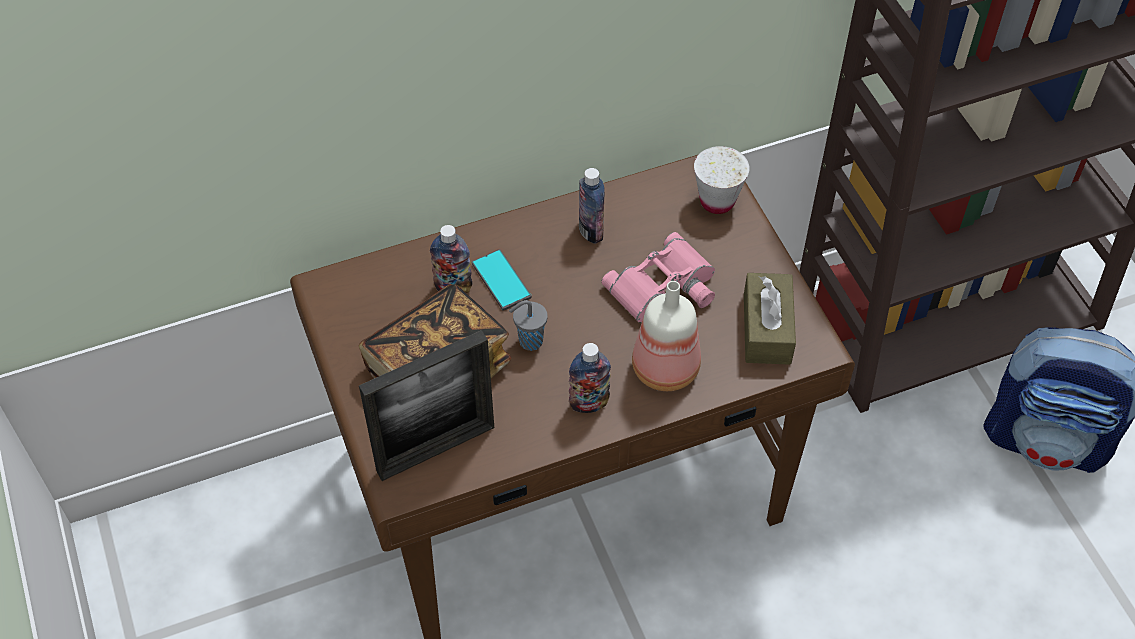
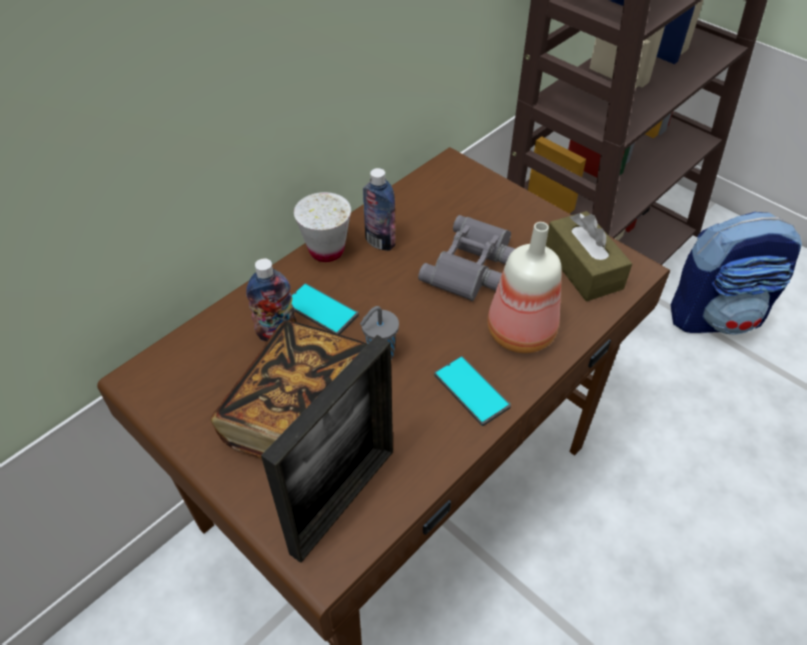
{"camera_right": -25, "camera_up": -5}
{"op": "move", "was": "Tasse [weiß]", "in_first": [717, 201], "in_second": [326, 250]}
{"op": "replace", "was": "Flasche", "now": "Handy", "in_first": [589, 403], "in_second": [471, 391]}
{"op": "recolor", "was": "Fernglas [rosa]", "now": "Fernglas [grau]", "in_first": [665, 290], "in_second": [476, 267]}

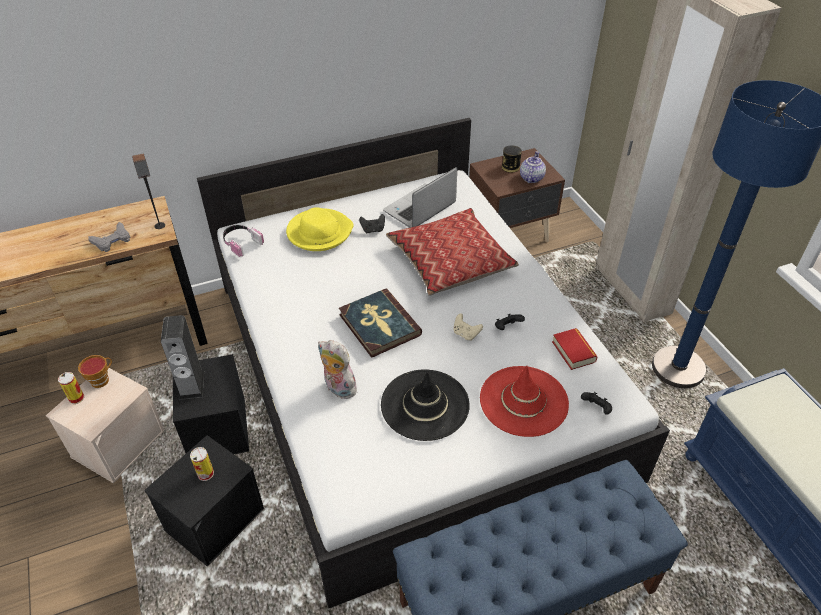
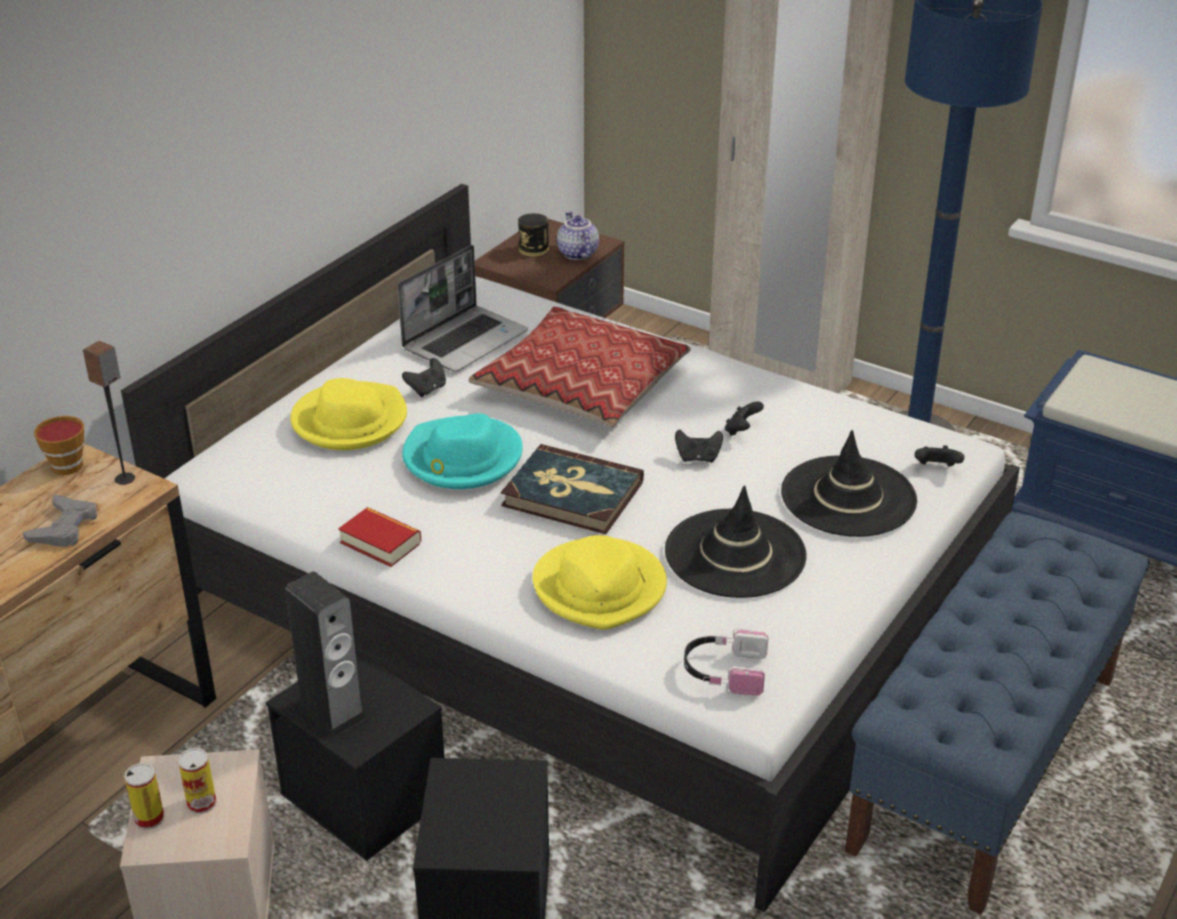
{"camera_right": -35, "camera_up": -10}
{"op": "insert", "now": "Hut [türkis]", "in_second": [461, 458]}
{"op": "move", "was": "Tasse", "in_first": [102, 379], "in_second": [68, 463]}
{"op": "move", "was": "Dose", "in_first": [205, 474], "in_second": [201, 803]}
{"op": "move", "was": "Kopfhörer", "in_first": [241, 243], "in_second": [724, 671]}
{"op": "move", "was": "Buch", "in_first": [573, 352], "in_second": [380, 543]}
{"op": "replace", "was": "Plüschtier", "now": "Hut [gelb]", "in_first": [338, 388], "in_second": [600, 588]}
{"op": "recolor", "was": "Gamepad [beige]", "now": "Gamepad [schwarz]", "in_first": [466, 334], "in_second": [698, 458]}
{"op": "recolor", "was": "Hut [rot]", "now": "Hut [schwarz]", "in_first": [523, 401], "in_second": [848, 497]}
{"op": "rotate", "was": "Laptop", "in_first": [419, 209], "in_second": [465, 340], "clockwise": -150}

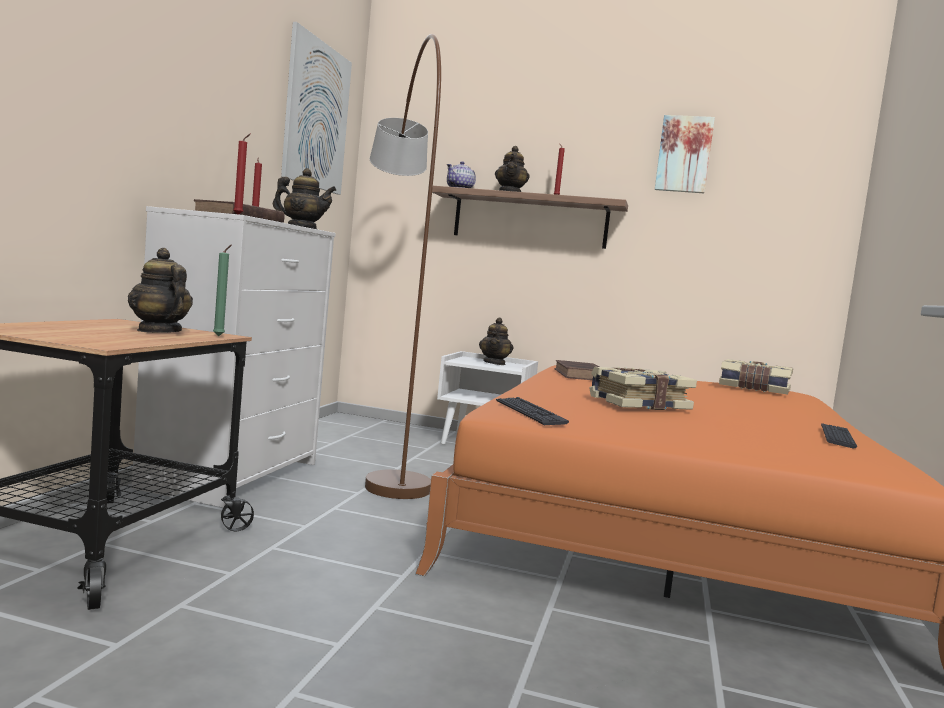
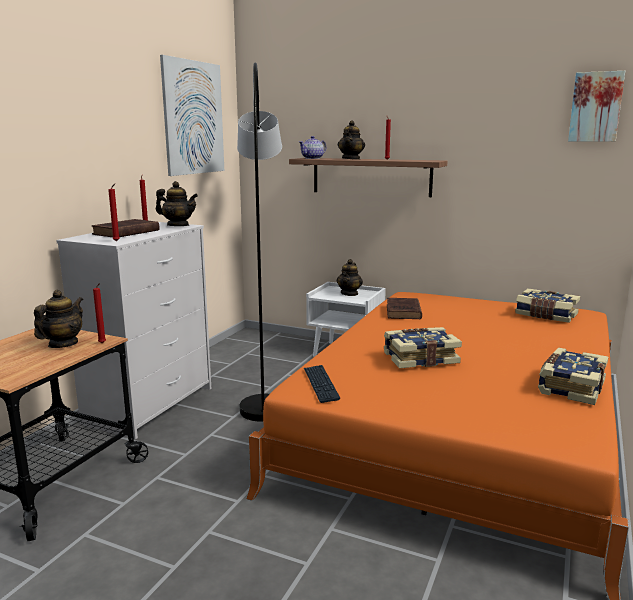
{"camera_right": 10, "camera_up": 10}
{"op": "move", "was": "Bild", "in_first": [684, 154], "in_second": [595, 107]}
{"op": "replace", "was": "Tastatur", "now": "Buch", "in_first": [837, 437], "in_second": [570, 387]}
{"op": "recolor", "was": "Kerze [grün]", "now": "Kerze [rot]", "in_first": [219, 336], "in_second": [103, 343]}
{"op": "recolor", "was": "Stehlampe [braun]", "now": "Stehlampe [grau]", "in_first": [382, 455], "in_second": [264, 374]}
{"op": "rotate", "was": "Teekanne", "in_first": [158, 331], "in_second": [63, 344], "clockwise": 60}

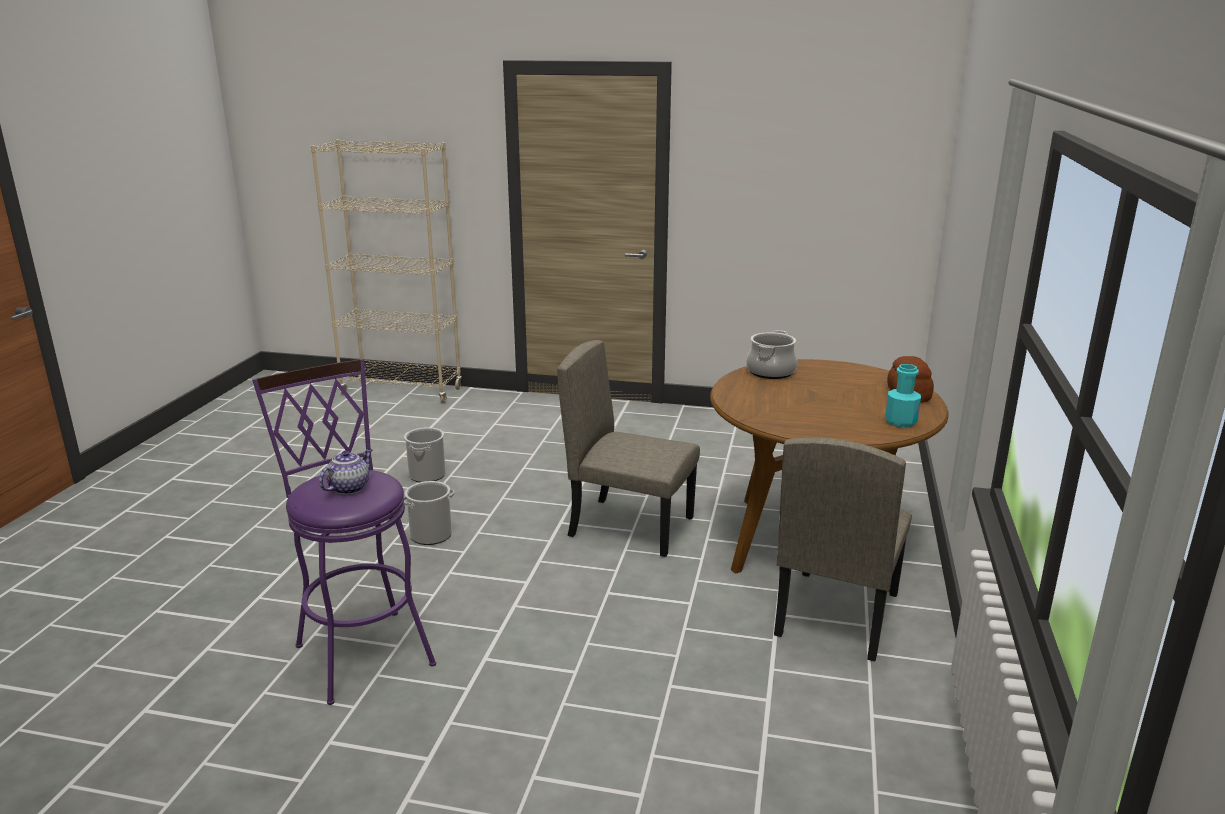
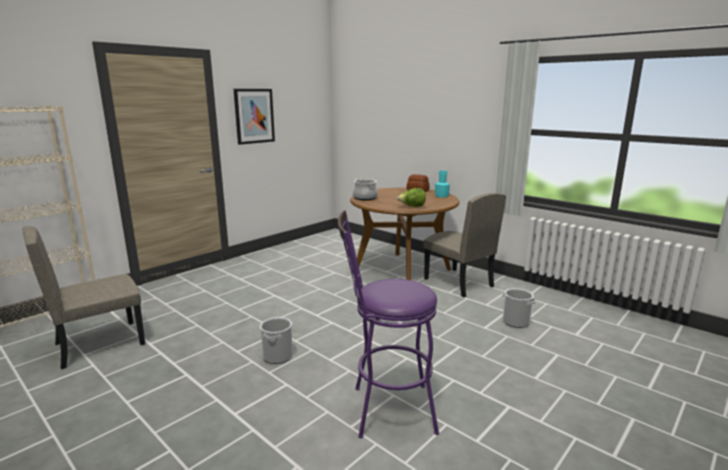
{"camera_right": -60, "camera_up": -5}
{"op": "delete", "was": "Teekanne", "in_first": [349, 487]}
{"op": "insert", "now": "Bild", "in_second": [254, 116]}
{"op": "insert", "now": "Salatkopf", "in_second": [412, 207]}
{"op": "move", "was": "Eimer", "in_first": [427, 475], "in_second": [516, 322]}
{"op": "move", "was": "Stuhl [beige]", "in_first": [631, 526], "in_second": [100, 343]}

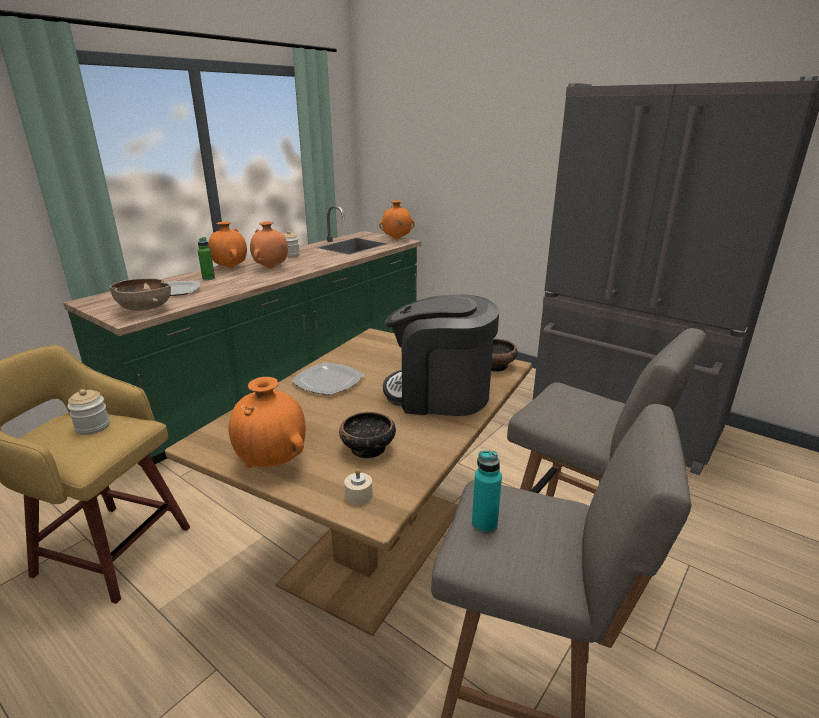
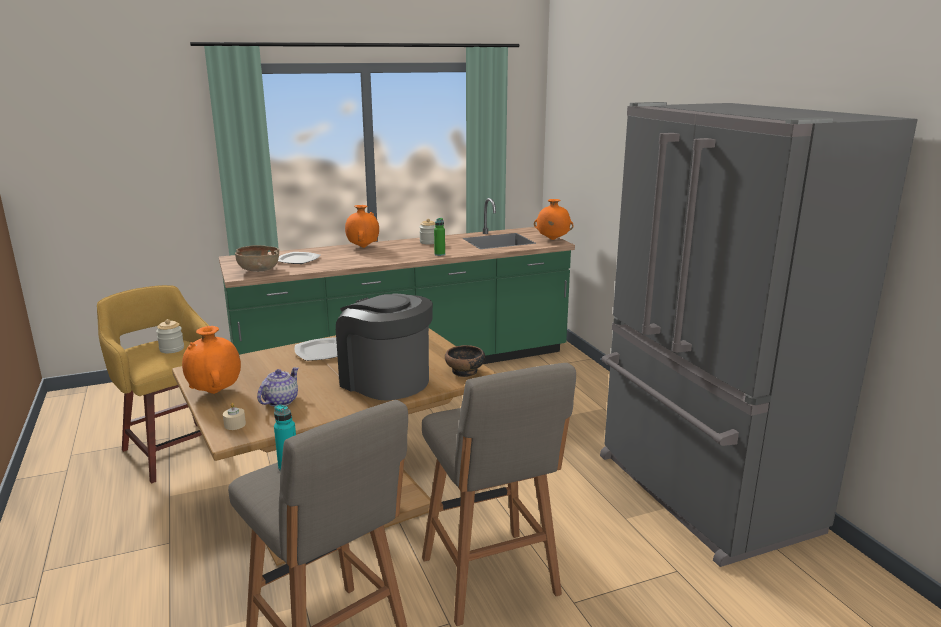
{"camera_right": 30, "camera_up": -5}
{"op": "delete", "was": "Vase [orange]", "in_first": [271, 268]}
{"op": "move", "was": "Flasche [grün]", "in_first": [208, 278], "in_second": [439, 254]}
{"op": "replace", "was": "Schüssel", "now": "Teekanne", "in_first": [367, 449], "in_second": [280, 401]}

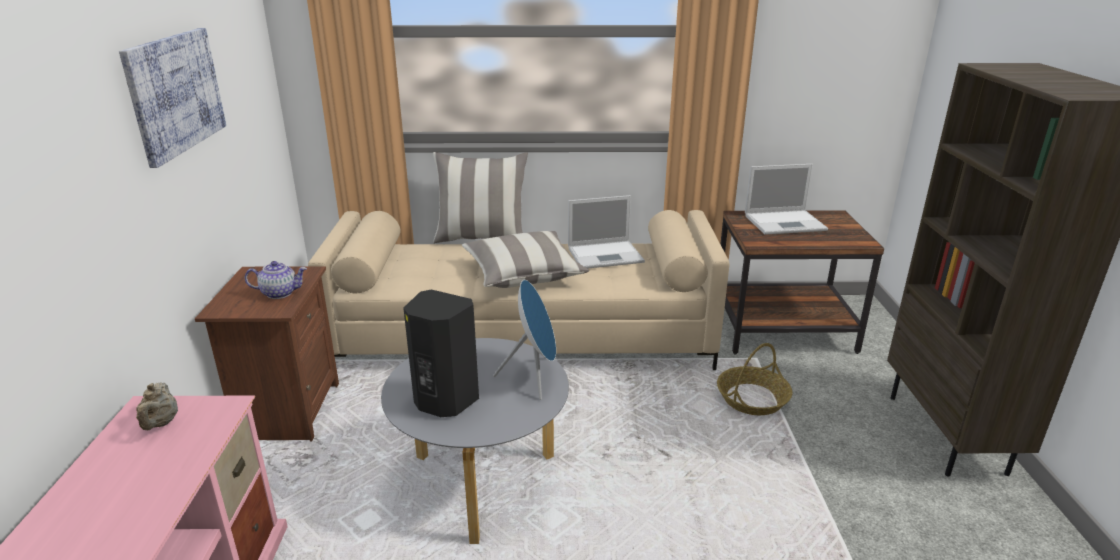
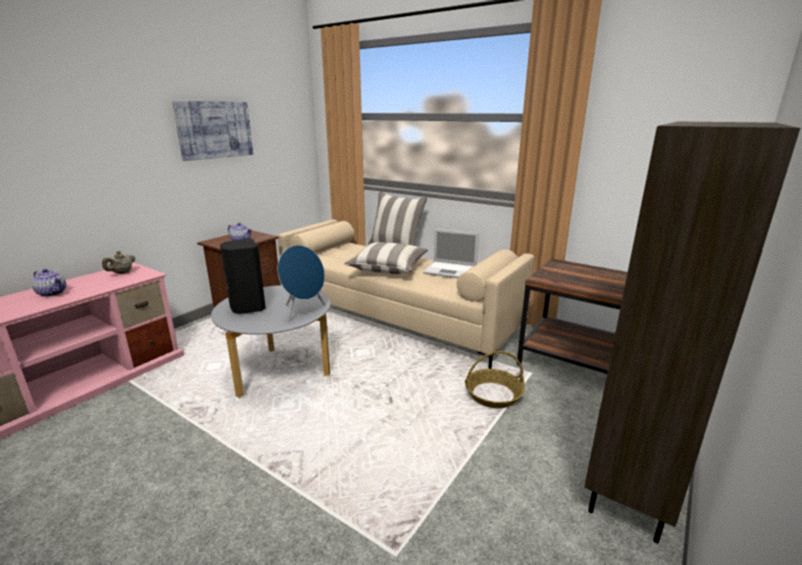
{"camera_right": 35, "camera_up": -5}
{"op": "delete", "was": "Laptop", "in_first": [786, 222]}
{"op": "insert", "now": "Teekanne", "in_second": [53, 293]}

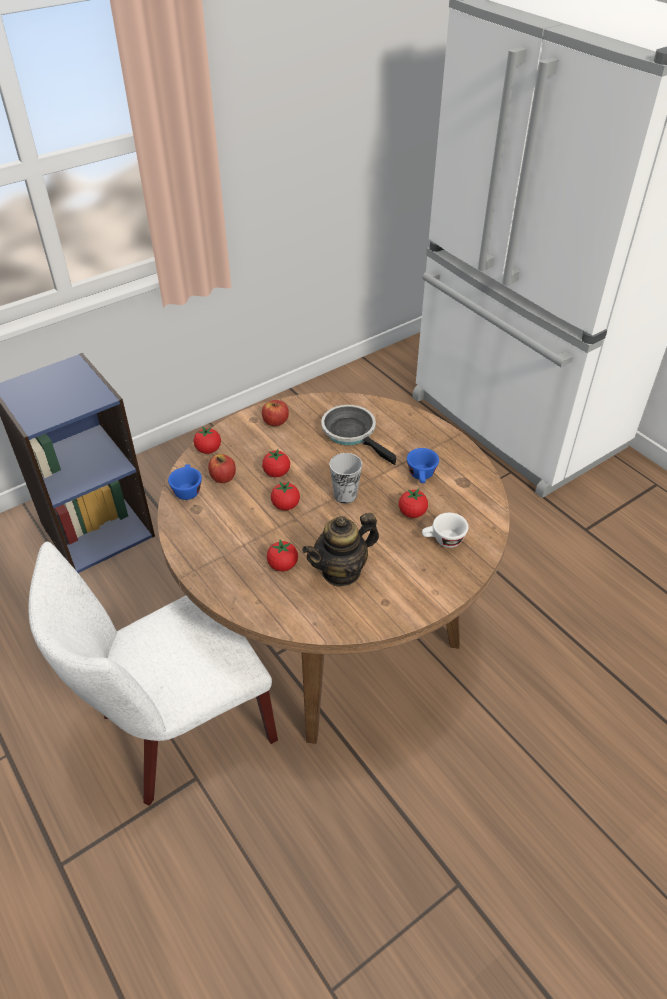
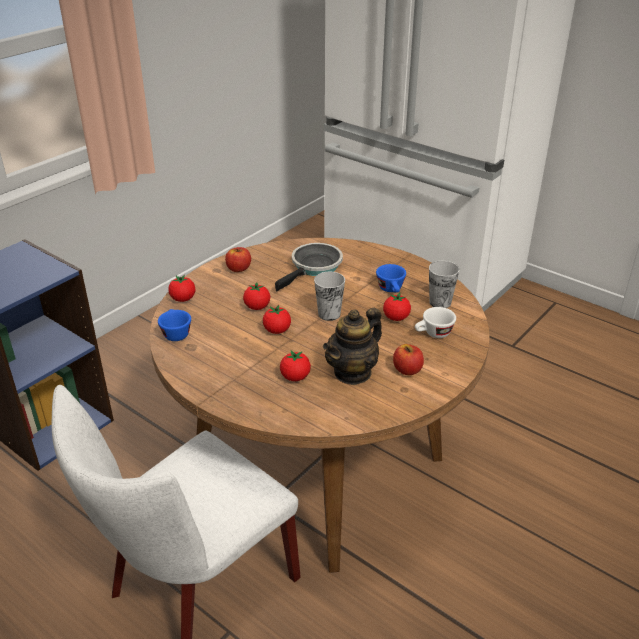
{"camera_right": -15, "camera_up": -10}
{"op": "insert", "now": "Tasse", "in_second": [440, 302]}
{"op": "move", "was": "Apfel", "in_first": [223, 477], "in_second": [407, 370]}
{"op": "rotate", "was": "Pfanne", "in_first": [352, 433], "in_second": [314, 267], "clockwise": 90}

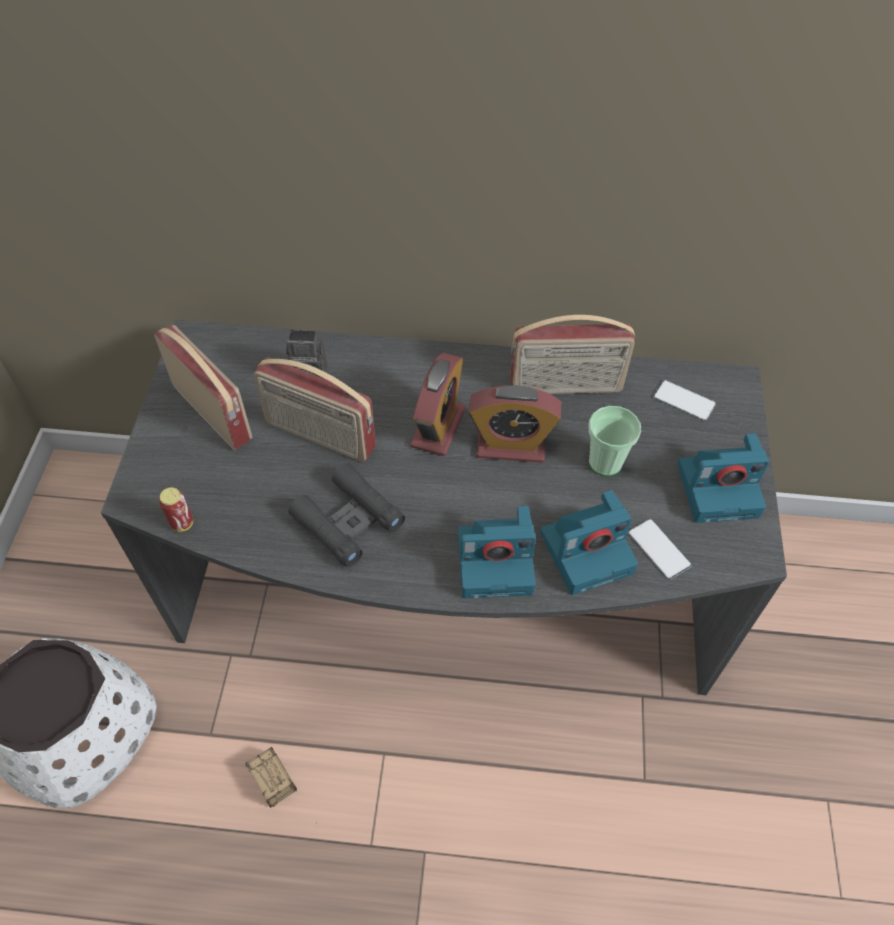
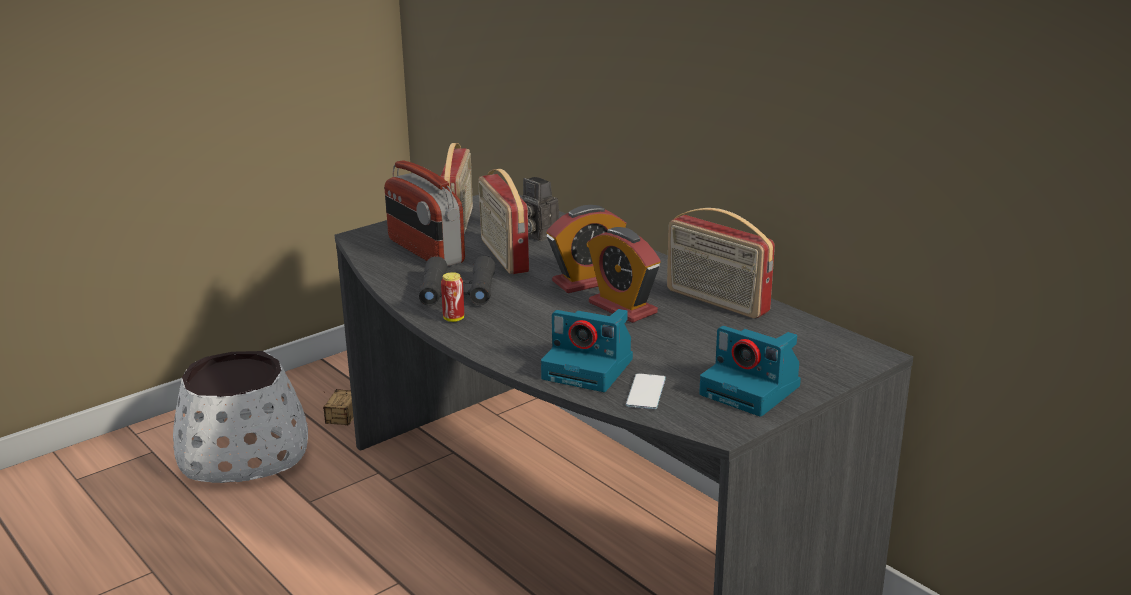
{"camera_right": 45, "camera_up": -30}
{"op": "delete", "was": "Kamera", "in_first": [497, 561]}
{"op": "delete", "was": "Tasse", "in_first": [605, 462]}
{"op": "delete", "was": "Handy", "in_first": [684, 400]}
{"op": "insert", "now": "Radio", "in_second": [425, 251]}
{"op": "move", "was": "Dose", "in_first": [182, 523], "in_second": [454, 319]}
{"op": "move", "was": "Aufbewahrungsbox", "in_first": [287, 806], "in_second": [334, 429]}

